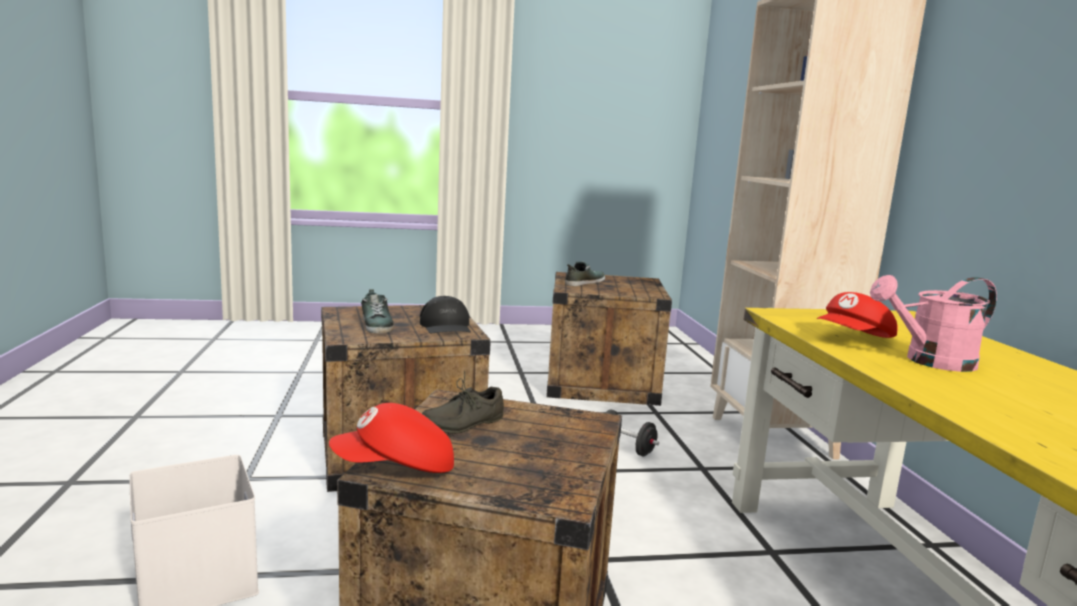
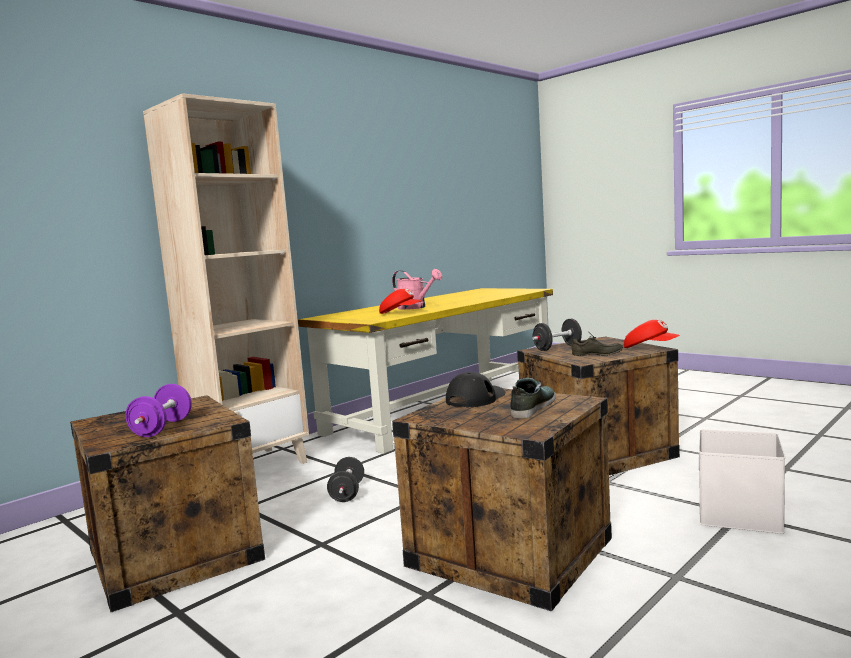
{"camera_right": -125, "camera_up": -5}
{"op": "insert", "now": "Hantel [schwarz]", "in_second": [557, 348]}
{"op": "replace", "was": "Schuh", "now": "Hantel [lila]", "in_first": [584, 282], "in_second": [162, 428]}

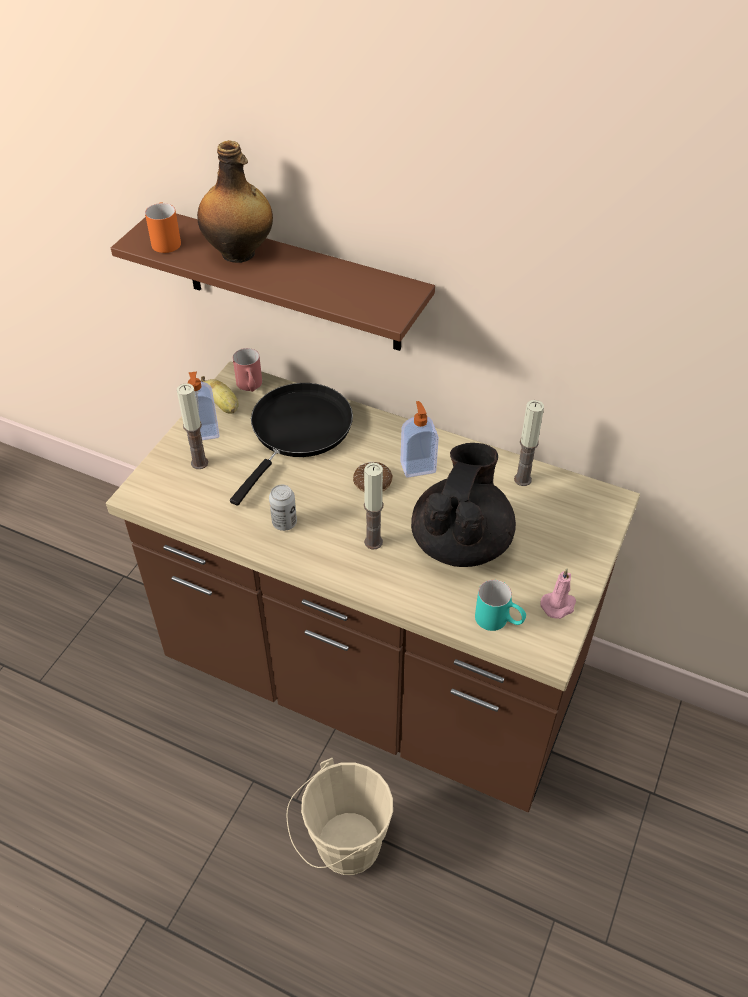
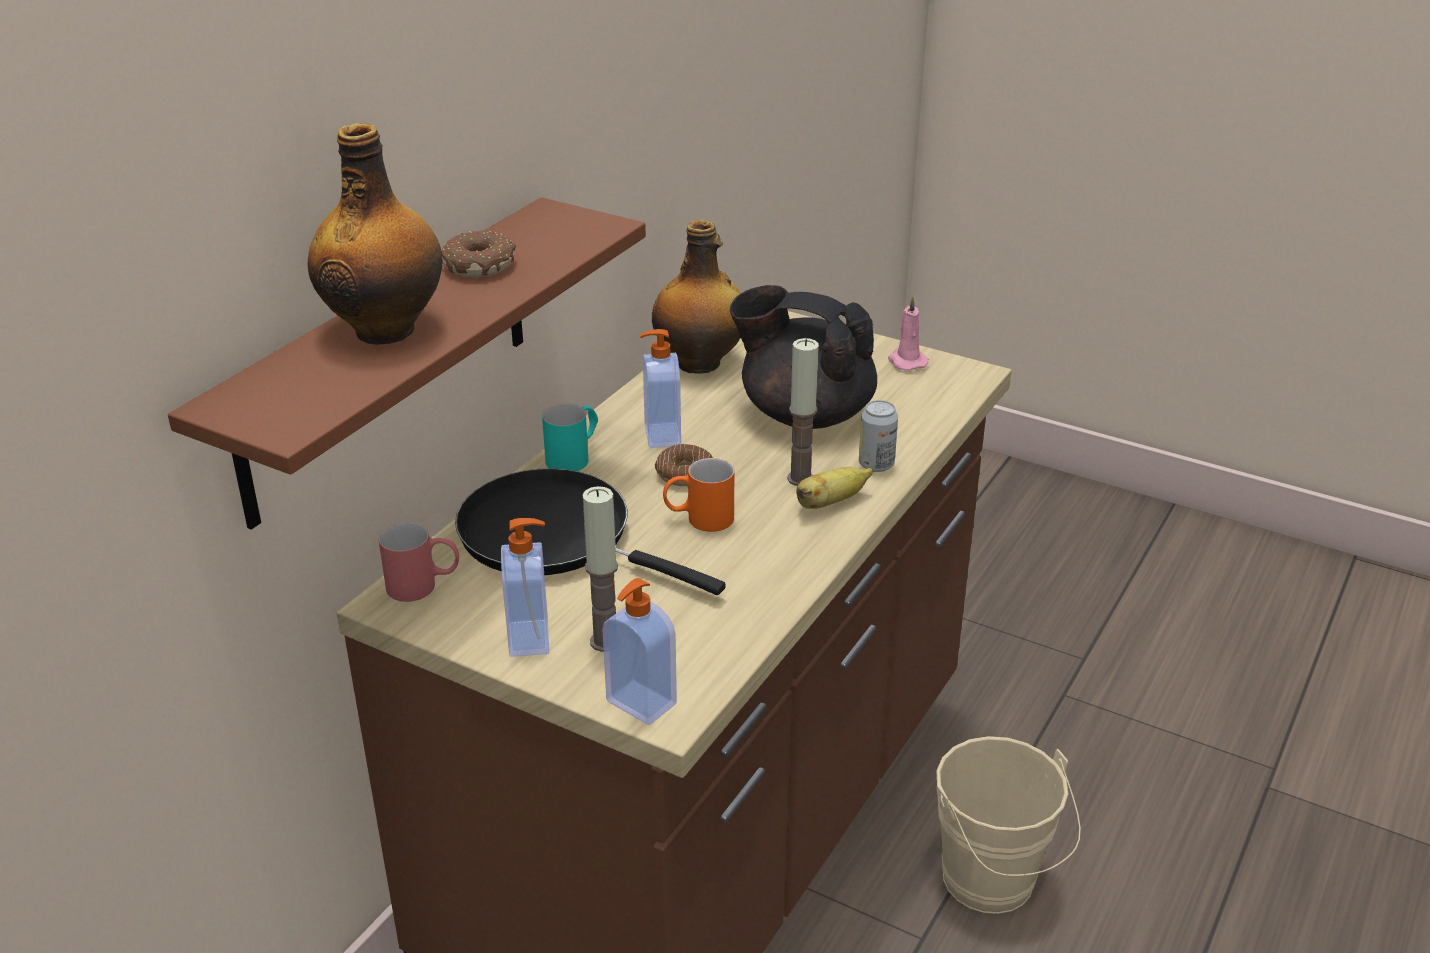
{"camera_right": -85, "camera_up": -15}
{"op": "insert", "now": "Donut", "in_second": [479, 265]}
{"op": "insert", "now": "Seifenspender", "in_second": [639, 704]}
{"op": "move", "was": "Henkelbecher [orange]", "in_first": [166, 240], "in_second": [698, 519]}
{"op": "move", "was": "Banane", "in_first": [223, 405], "in_second": [830, 503]}
{"op": "move", "was": "Dose", "in_first": [284, 523], "in_second": [876, 464]}
{"op": "move", "was": "Henkelbecher [türkis]", "in_first": [499, 621], "in_second": [574, 456]}
{"op": "replace", "was": "Kerze", "now": "Flasche", "in_first": [522, 479], "in_second": [700, 363]}

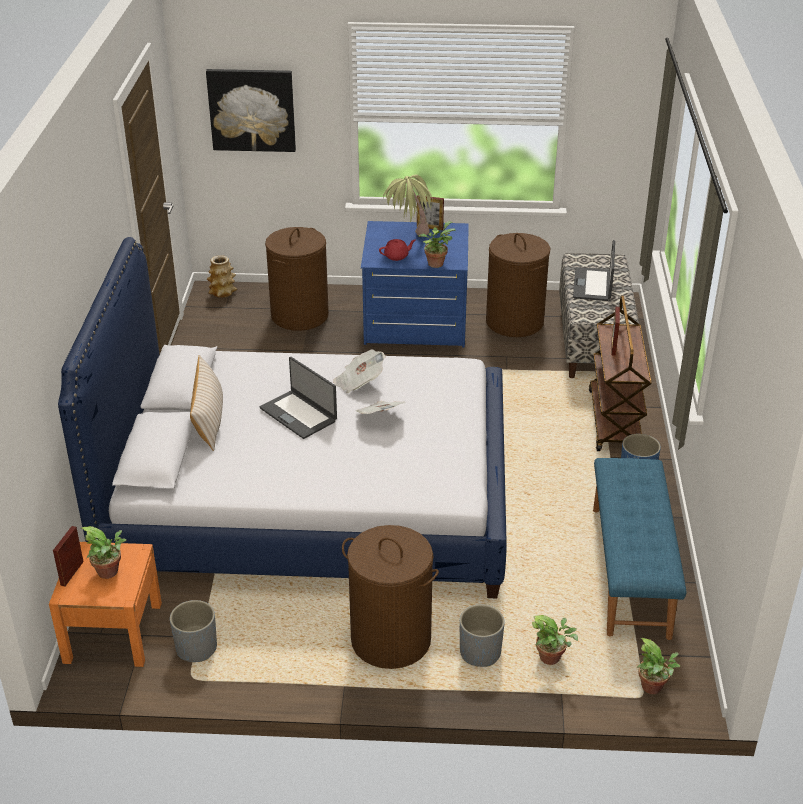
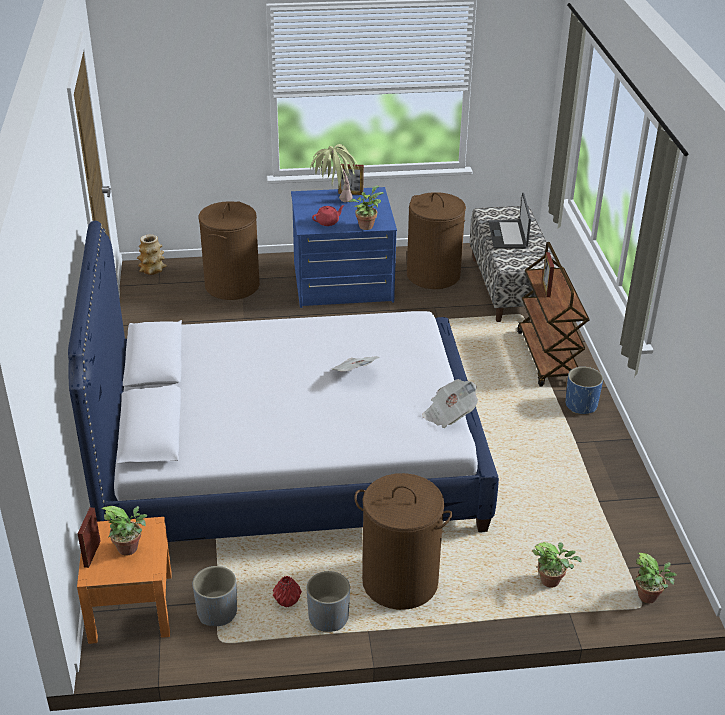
{"camera_right": -10, "camera_up": 0}
{"op": "delete", "was": "Kissen [beige]", "in_first": [209, 420]}
{"op": "delete", "was": "Bild", "in_first": [252, 109]}
{"op": "delete", "was": "Laptop", "in_first": [299, 414]}
{"op": "delete", "was": "Bank [blau]", "in_first": [631, 571]}
{"op": "insert", "now": "Vase [rot]", "in_second": [287, 601]}
{"op": "move", "was": "Zeitung", "in_first": [359, 382], "in_second": [449, 414]}
{"op": "move", "was": "Pflanzkübel [grau]", "in_first": [480, 653], "in_second": [328, 618]}

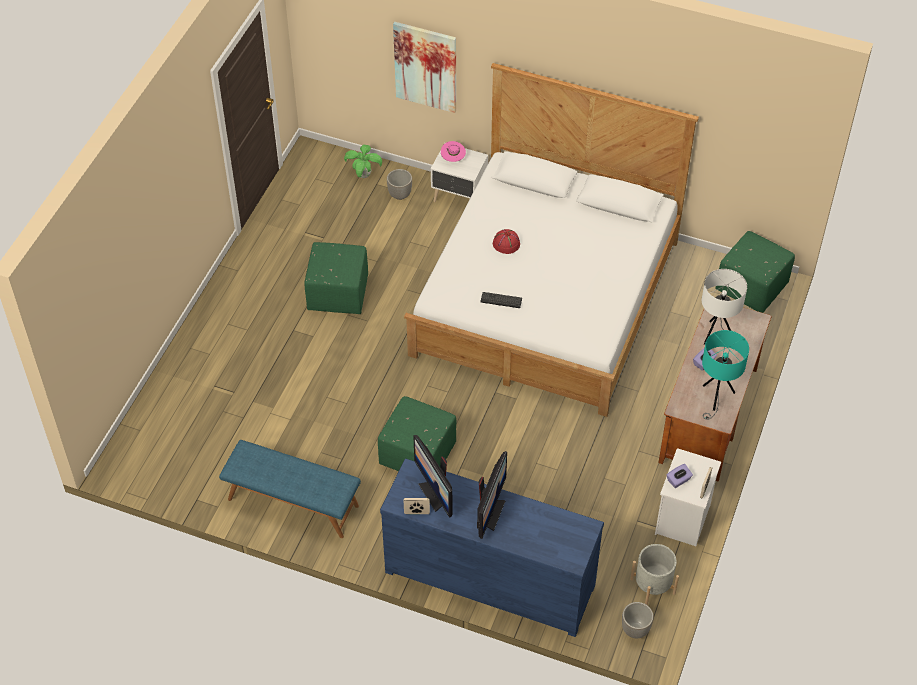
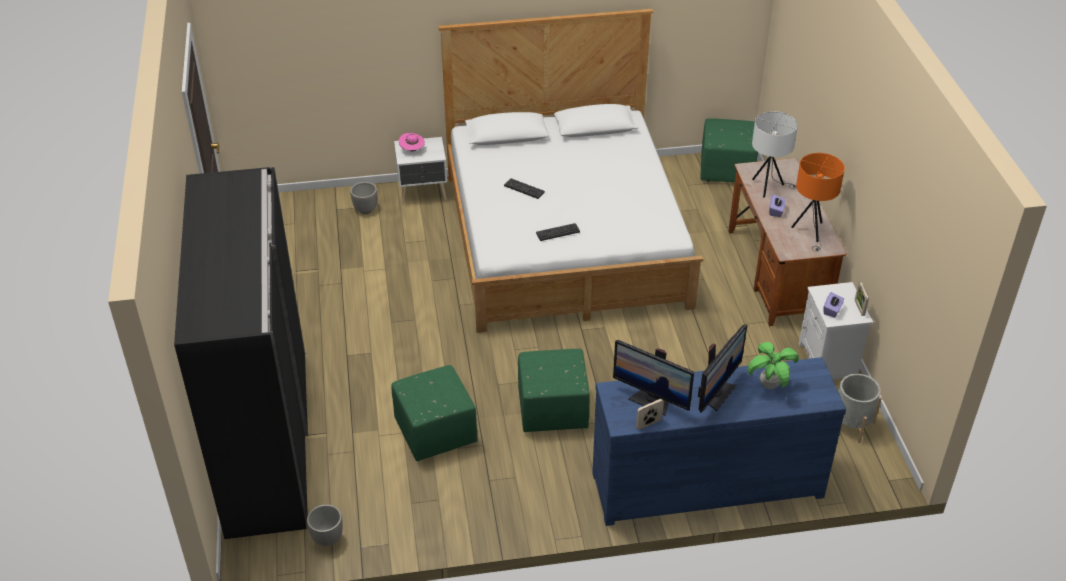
{"camera_right": -30, "camera_up": -10}
{"op": "delete", "was": "Bank [blau]", "in_first": [292, 503]}
{"op": "delete", "was": "Bild", "in_first": [425, 66]}
{"op": "insert", "now": "Kleiderschrank [schwarz]", "in_second": [266, 441]}
{"op": "move", "was": "Polsterhocker [grün]", "in_first": [337, 293], "in_second": [434, 431]}
{"op": "move", "was": "Topfpflanze", "in_first": [363, 175], "in_second": [769, 385]}
{"op": "move", "was": "Pflanzkübel", "in_first": [635, 629], "in_second": [327, 538]}
{"op": "replace", "was": "Hut [rot]", "now": "Tastatur", "in_first": [506, 244], "in_second": [524, 189]}
{"op": "recolor", "was": "Tischlampe [türkis]", "now": "Tischlampe [orange]", "in_first": [716, 398], "in_second": [810, 232]}
{"op": "rotate", "was": "Monitor", "in_first": [490, 513], "in_second": [716, 394], "clockwise": 45}

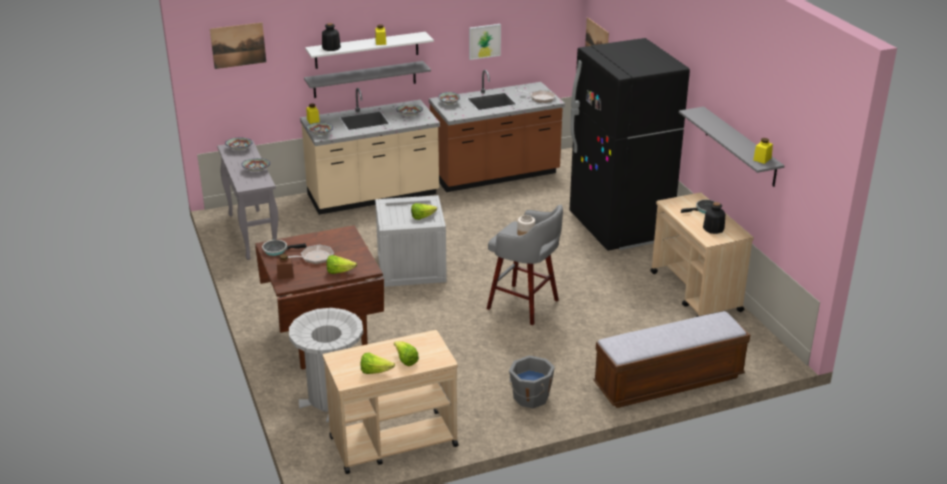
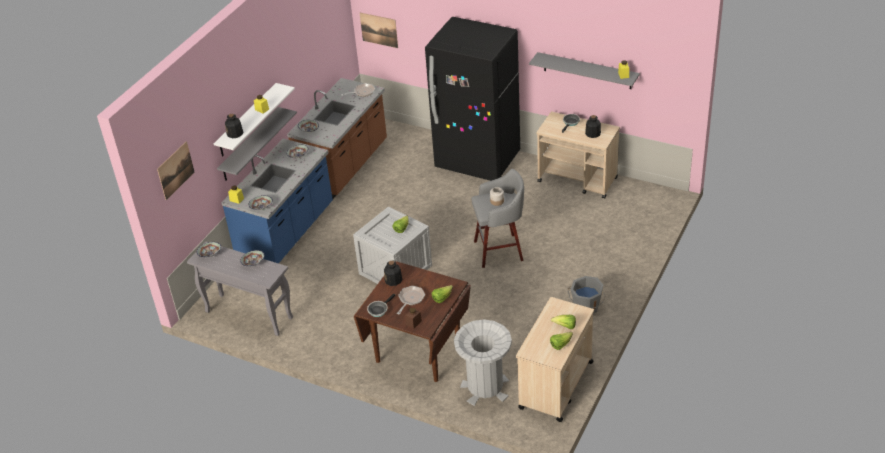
{"camera_right": -40, "camera_up": 10}
{"op": "delete", "was": "Bild", "in_first": [484, 41]}
{"op": "delete", "was": "Bank", "in_first": [668, 381]}
{"op": "insert", "now": "Flasche", "in_second": [393, 280]}
{"op": "recolor", "was": "Küchenzeile [beige]", "now": "Küchenzeile [blau]", "in_first": [373, 196], "in_second": [287, 233]}

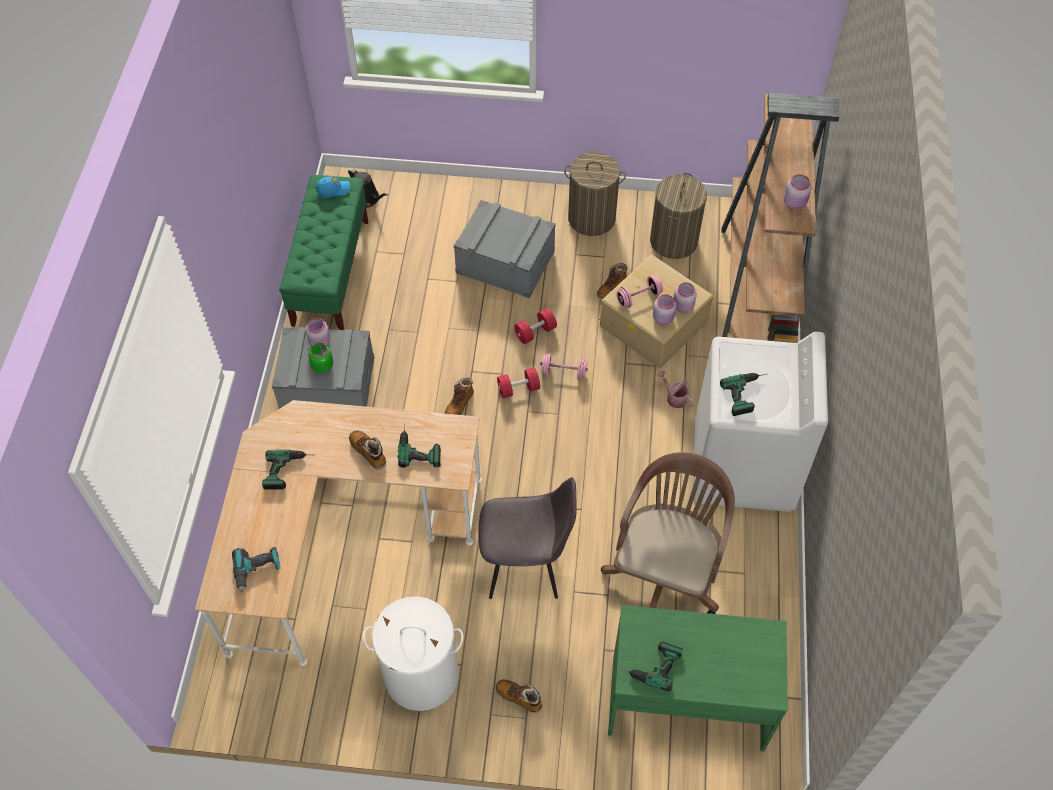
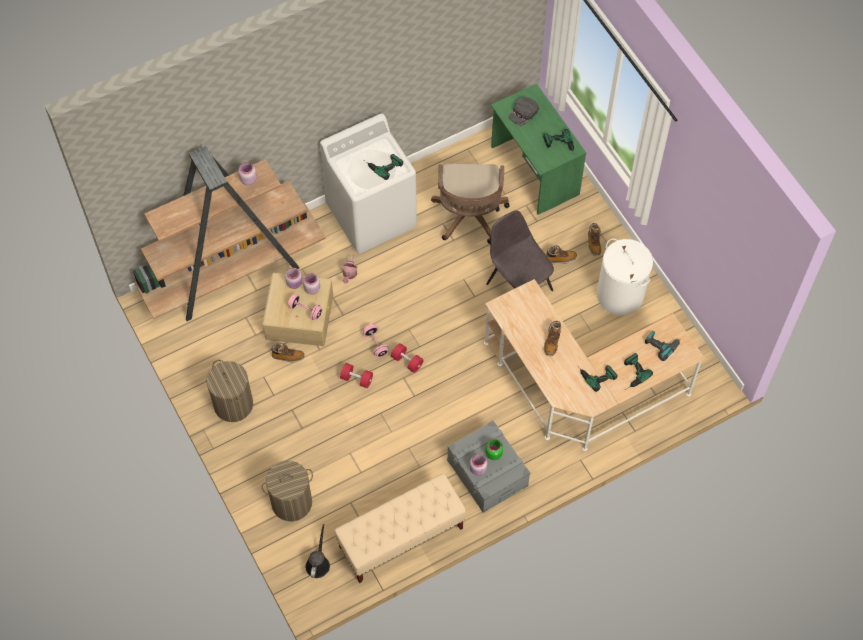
{"camera_right": -125, "camera_up": 5}
{"op": "delete", "was": "Kappe [blau]", "in_first": [334, 190]}
{"op": "delete", "was": "Aufbewahrungsbox [grau]", "in_first": [505, 262]}
{"op": "insert", "now": "Kappe [schwarz]", "in_second": [523, 113]}
{"op": "move", "was": "Bohrmaschine", "in_first": [419, 446], "in_second": [631, 374]}
{"op": "move", "was": "Stiefel", "in_first": [459, 404], "in_second": [560, 258]}
{"op": "move", "was": "Wäschekorb", "in_first": [673, 241], "in_second": [292, 502]}
{"op": "recolor", "was": "Bank [grün]", "now": "Bank [beige]", "in_first": [331, 272], "in_second": [401, 538]}
{"op": "rotate", "was": "Bürostuhl [braun]", "in_first": [665, 572], "in_second": [469, 218], "clockwise": -75}

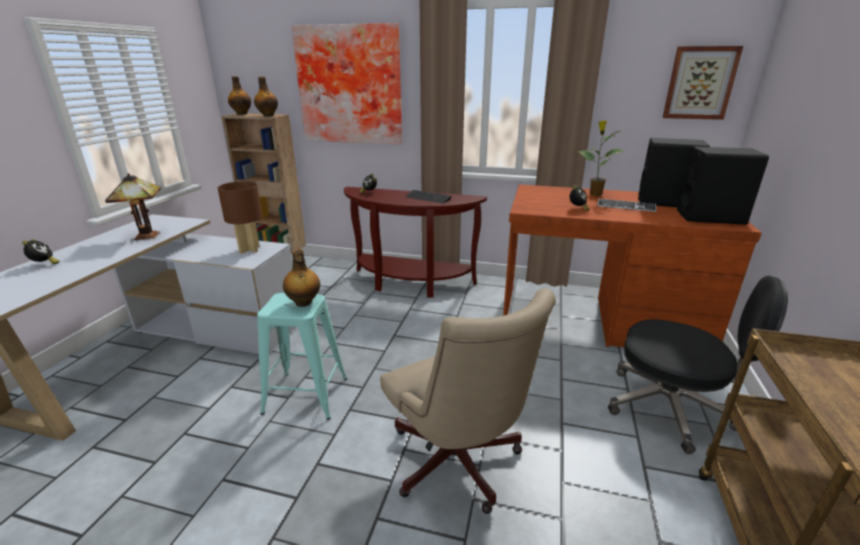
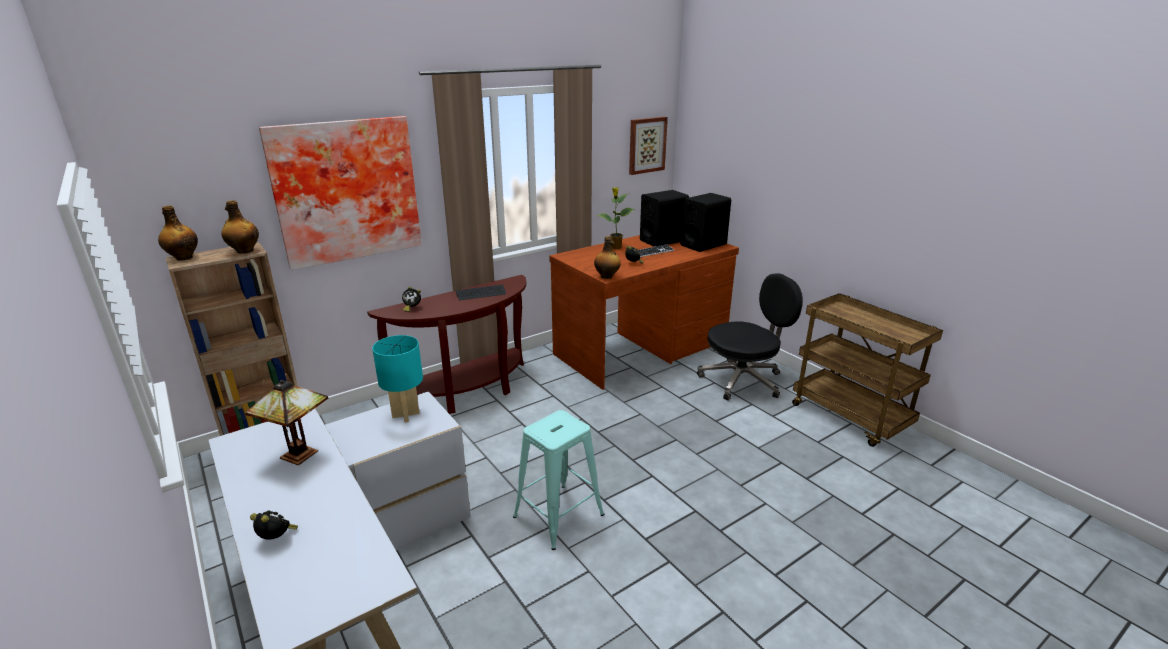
{"camera_right": -50, "camera_up": 0}
{"op": "delete", "was": "Bürostuhl [beige]", "in_first": [458, 466]}
{"op": "move", "was": "Flasche", "in_first": [303, 303], "in_second": [607, 277]}
{"op": "recolor", "was": "Tischlampe [braun]", "now": "Tischlampe [türkis]", "in_first": [249, 250], "in_second": [406, 415]}

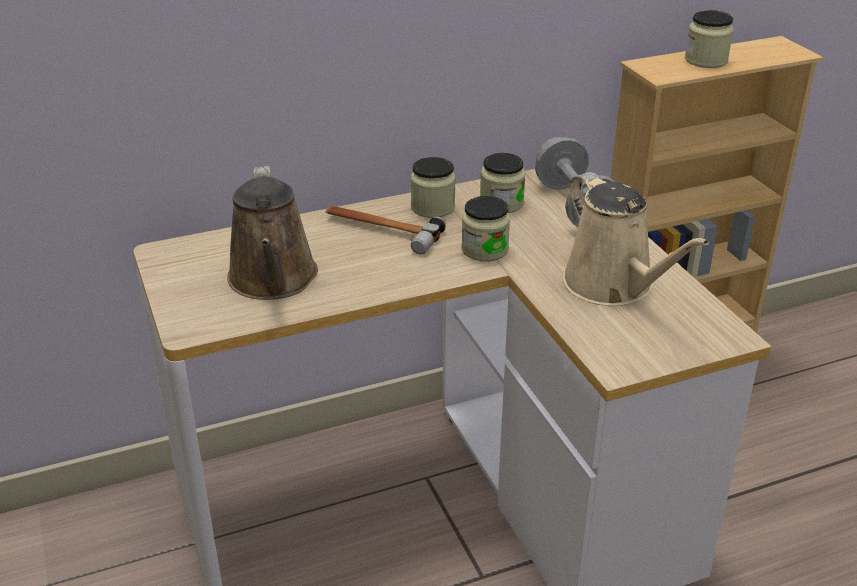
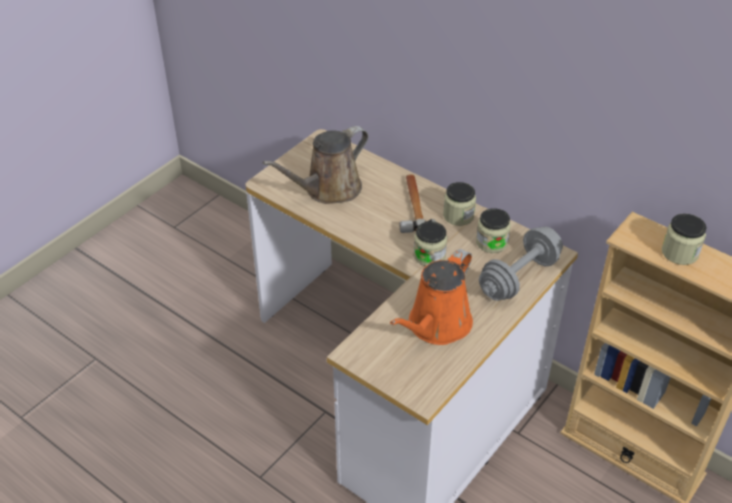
{"camera_right": 60, "camera_up": 10}
{"op": "recolor", "was": "Gießkanne [beige]", "now": "Gießkanne [orange]", "in_first": [613, 286], "in_second": [436, 326]}

